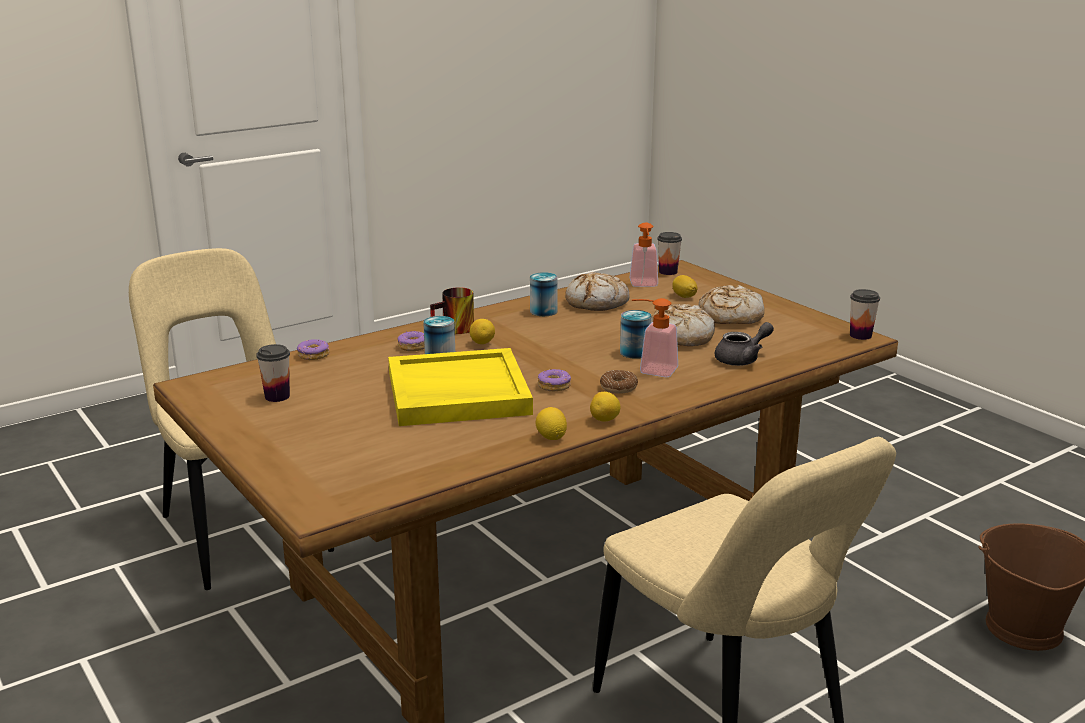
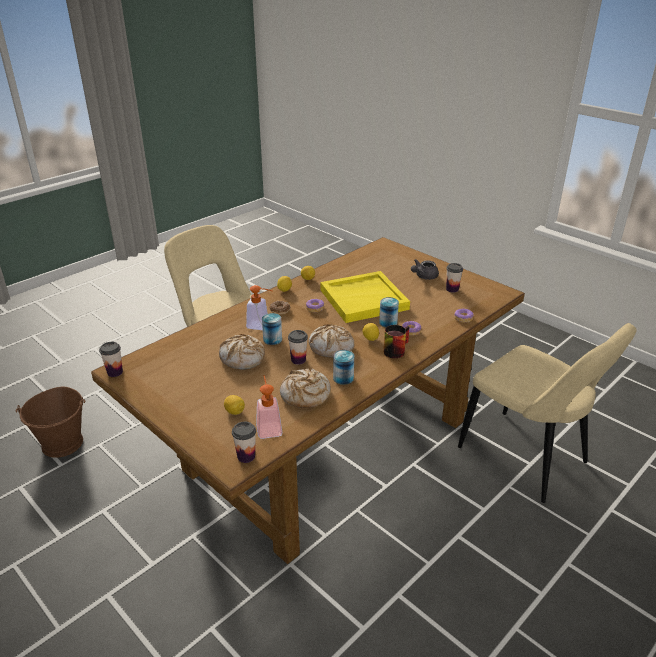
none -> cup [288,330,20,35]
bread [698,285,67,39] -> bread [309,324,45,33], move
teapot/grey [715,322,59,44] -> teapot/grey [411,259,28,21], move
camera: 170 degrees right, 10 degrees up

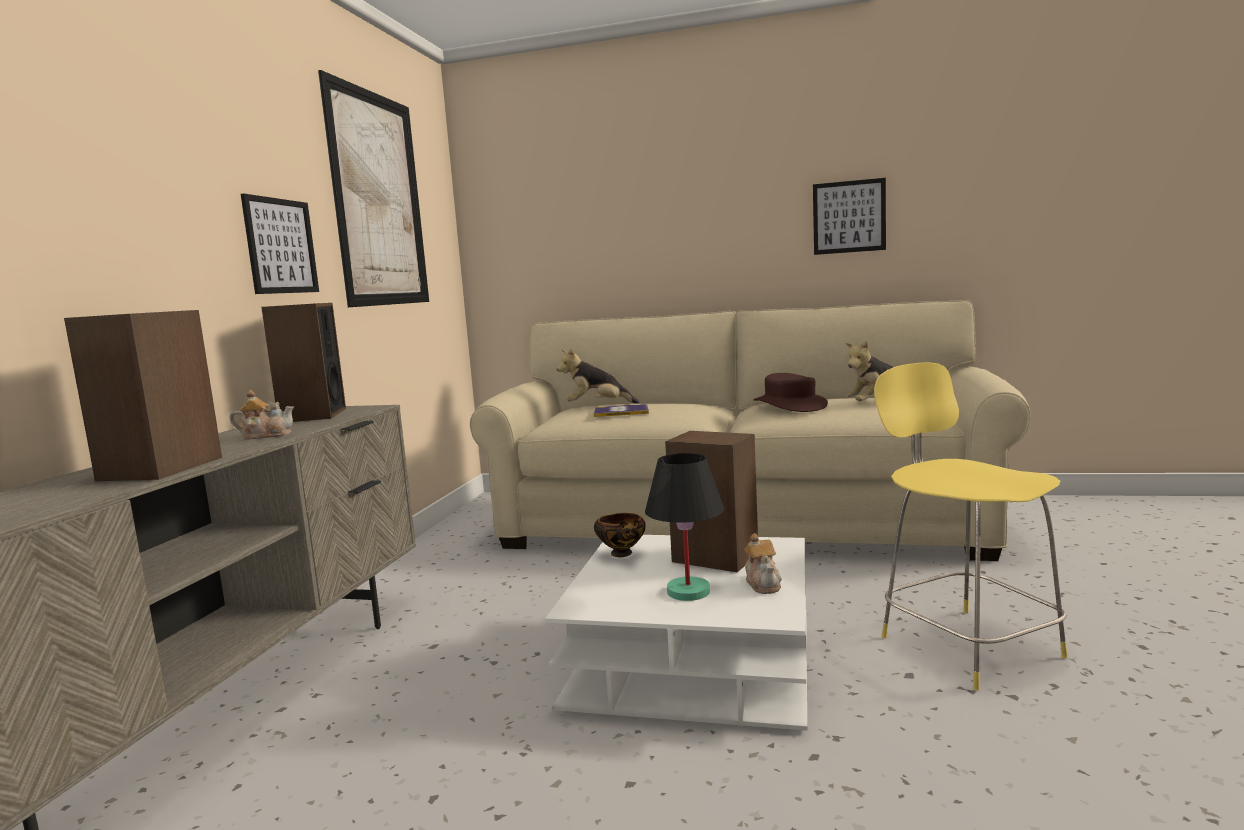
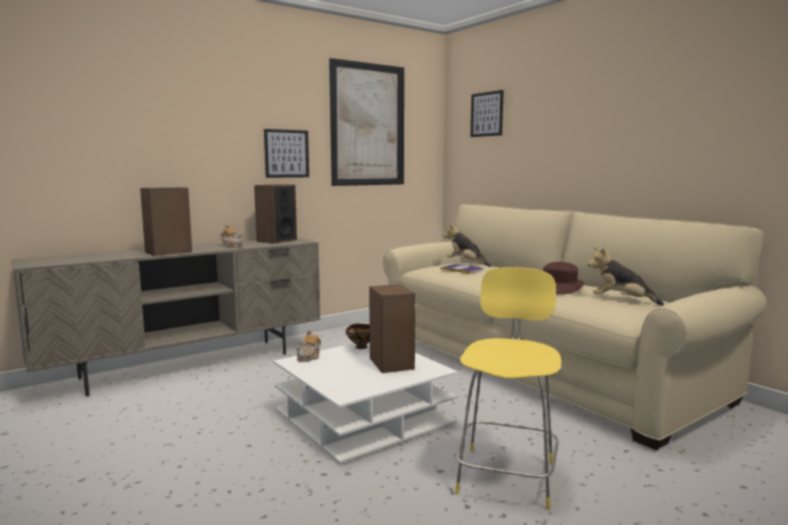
teapot [744,533,38,61] -> teapot [296,330,25,32], move
picture [813,178,73,77] -> picture [470,90,34,47], move
table lamp/black [645,453,79,148] -> none
camera: 40 degrees right, 0 degrees up

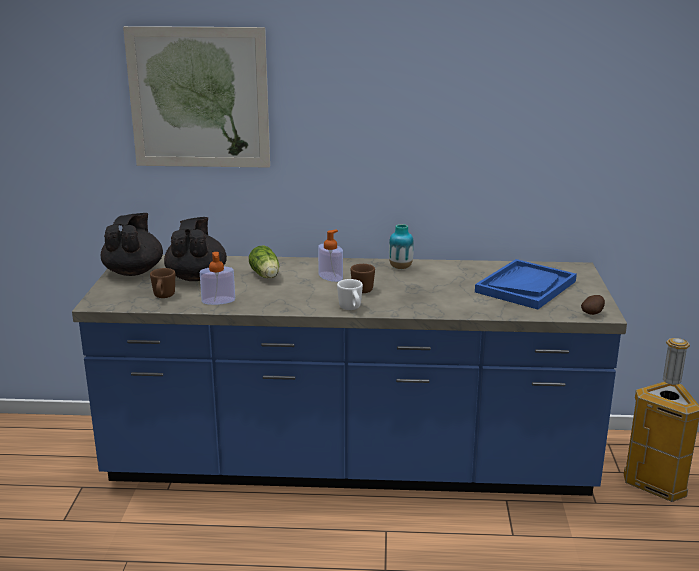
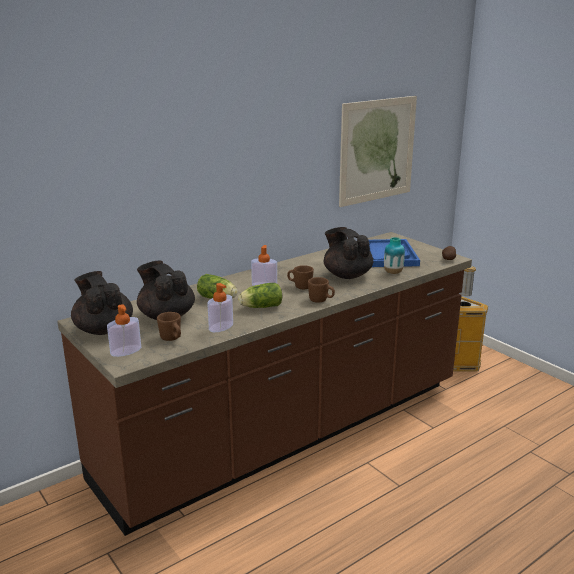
counter/blue [72,255,555,241] -> counter/brown [57,232,415,304]
none -> soap dispenser [107,304,34,53]
none -> lettuce [238,283,44,25]
mug/white [337,279,26,31] -> mug/brown [308,277,27,26]
none -> teapot/black [324,227,49,52]
picture [123,26,147,142] -> picture [339,96,78,111], move
vase [389,224,25,45] -> vase [384,237,21,37], move
camera: 40 degrees left, 0 degrees up

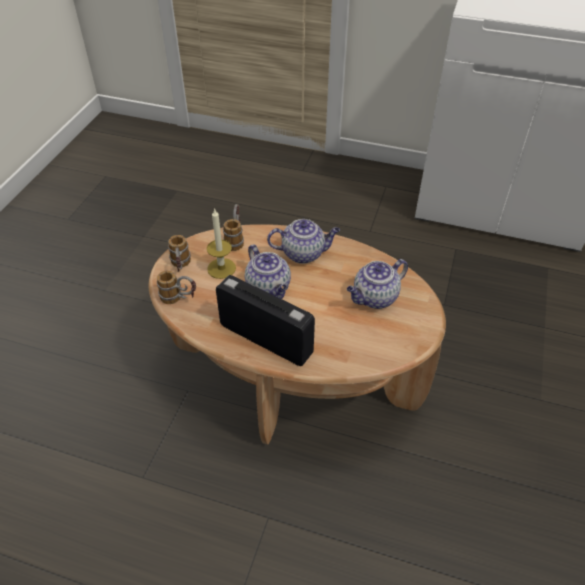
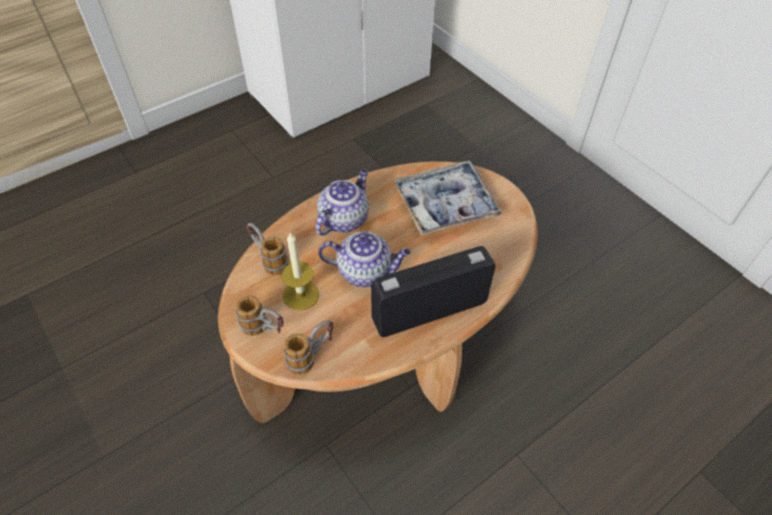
teapot [347,259,61,50] -> tray [394,161,109,74]
camera: 55 degrees left, 5 degrees up

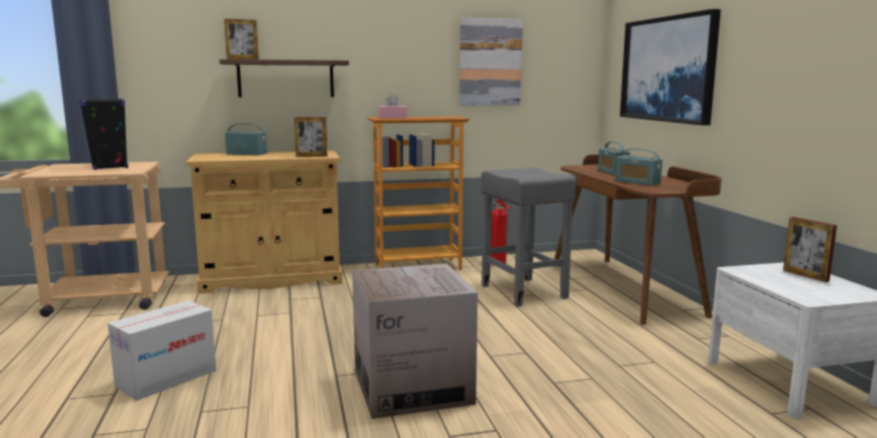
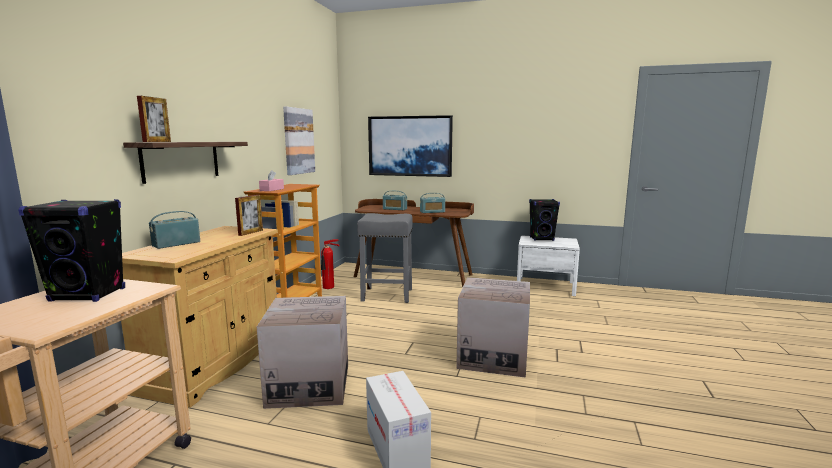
none -> cardboard box [257,296,91,113]
picture frame [783,217,54,65] -> speaker/black [529,199,31,42]
camera: 60 degrees left, 0 degrees up

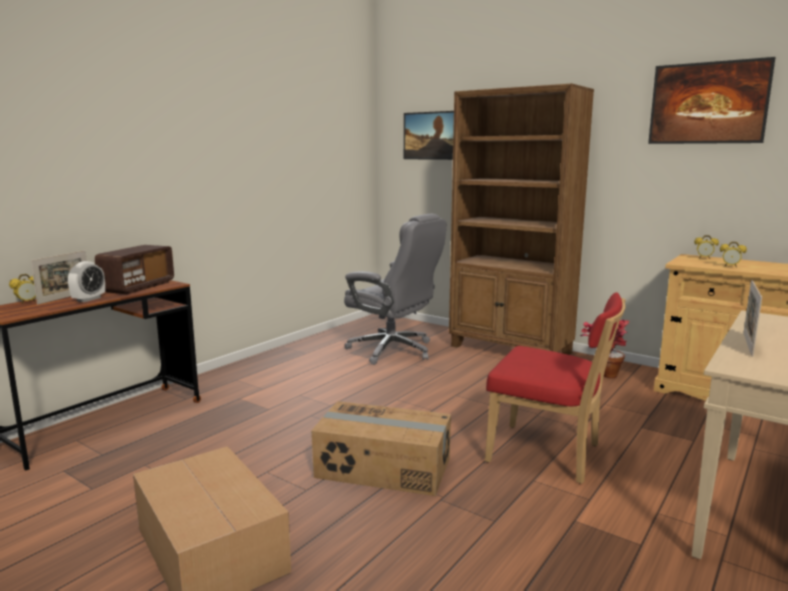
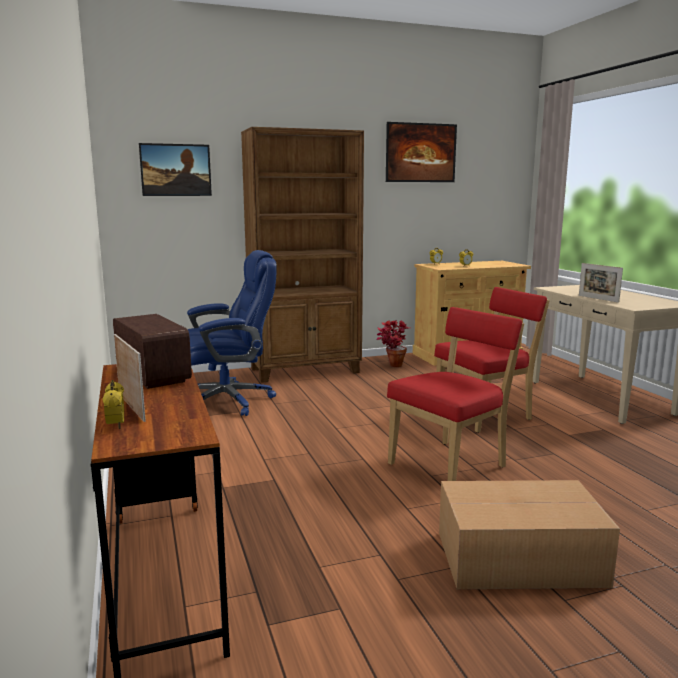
office chair/grey [344,214,102,151] -> office chair/blue [187,250,90,166]
cardboard box [311,401,140,95] -> chair/red [387,307,137,174]
alarm clock [68,261,37,41] -> none
camera: 55 degrees left, 0 degrees up

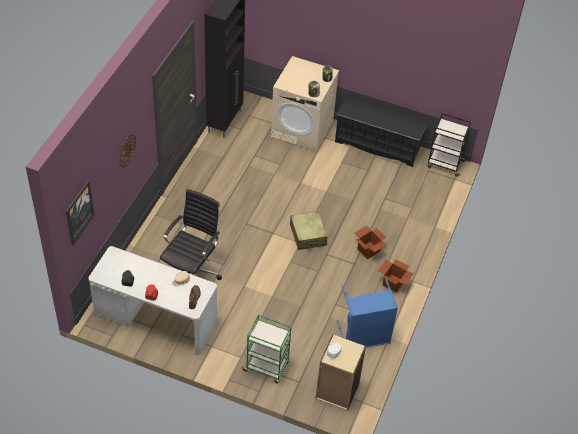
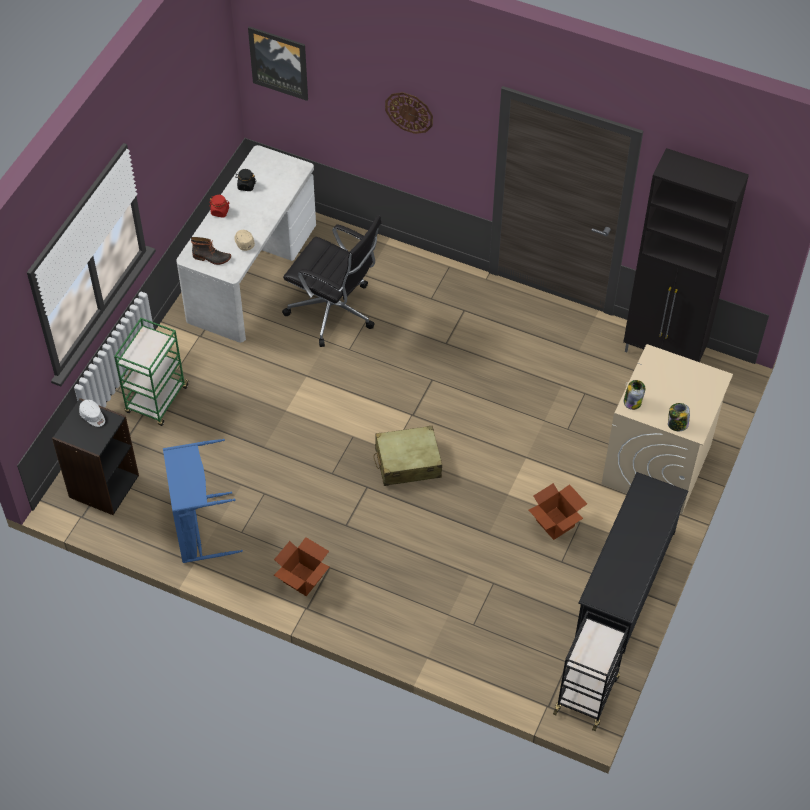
bookcase/beige [315,334,51,77] -> bookcase/black [52,398,87,117]
cardboard box [355,225,32,34] -> cardboard box [529,483,58,57], move
camera: 95 degrees right, 5 degrees up

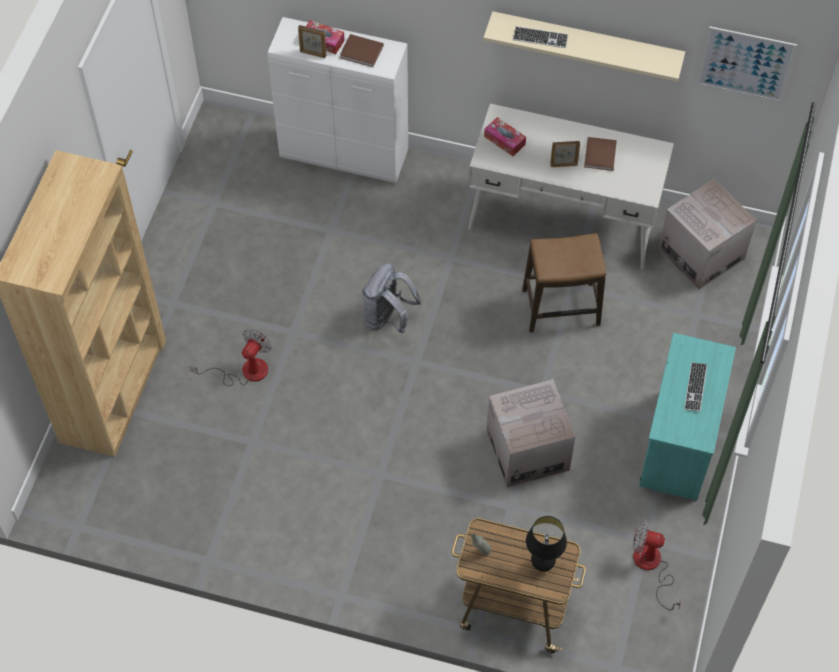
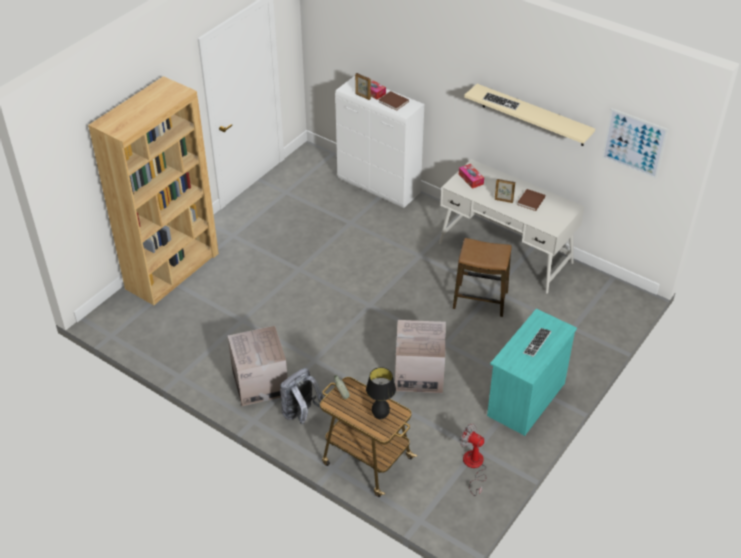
cardboard box [658,179,99,111] -> cardboard box [228,326,60,80], move
backpack/grey [362,263,59,71] -> backpack/grey [280,368,44,57], move
fan [190,329,82,57] -> none
camera: 20 degrees right, 15 degrees down

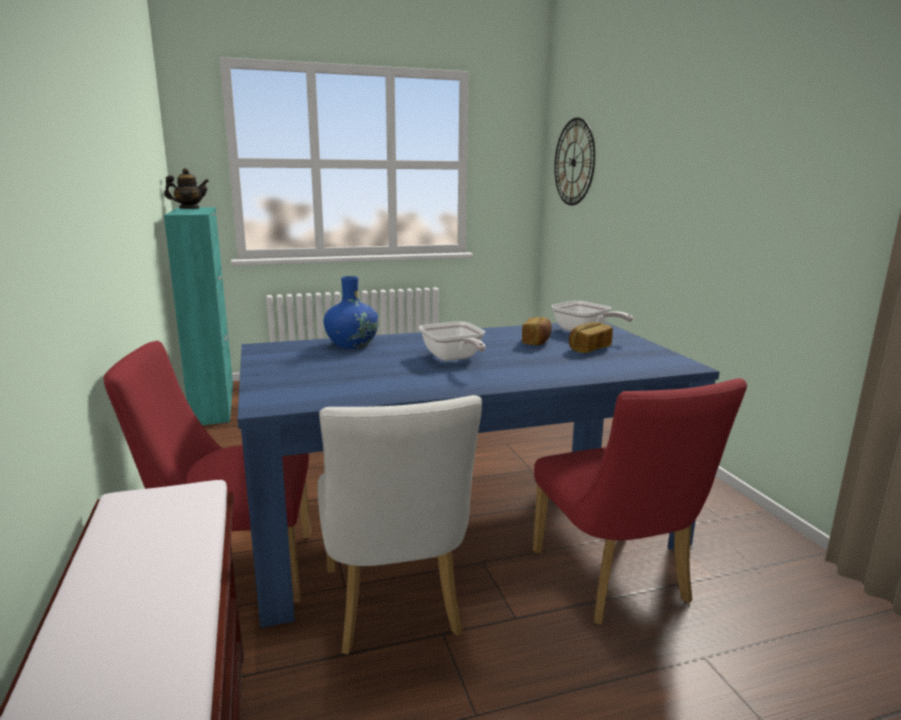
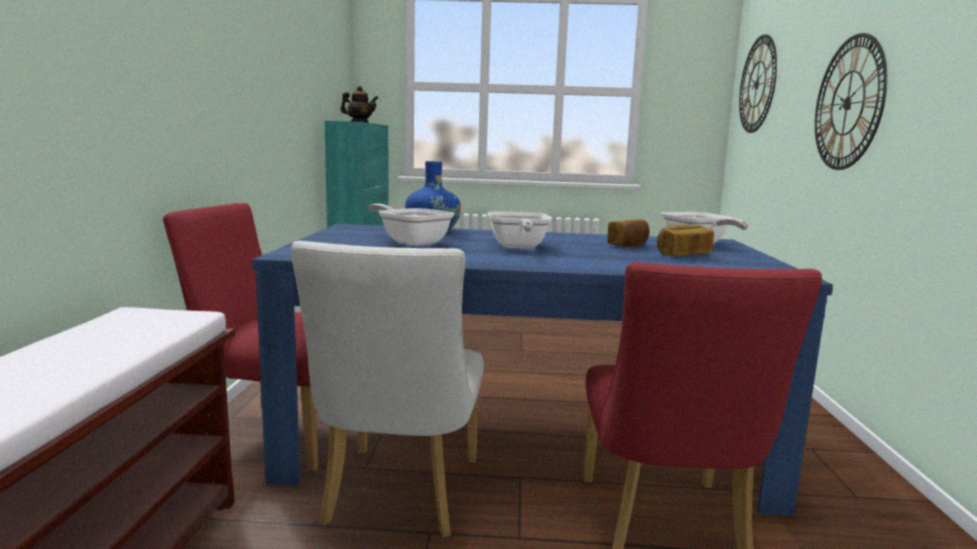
none -> frying pan [368,204,86,42]
none -> wall clock [815,33,72,137]
camera: 20 degrees right, 5 degrees down

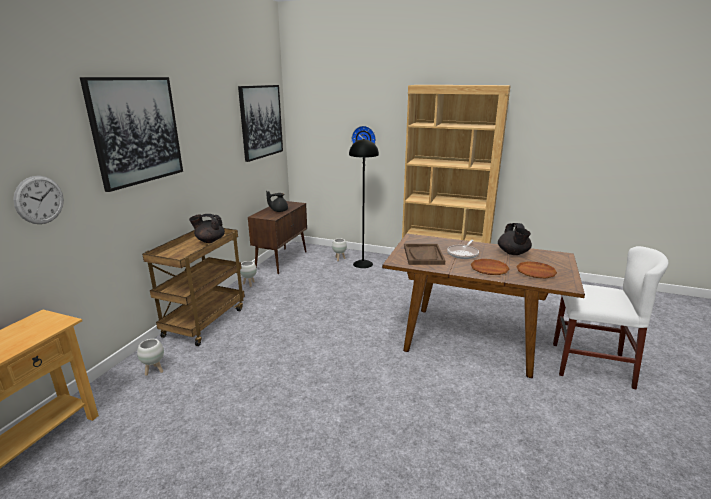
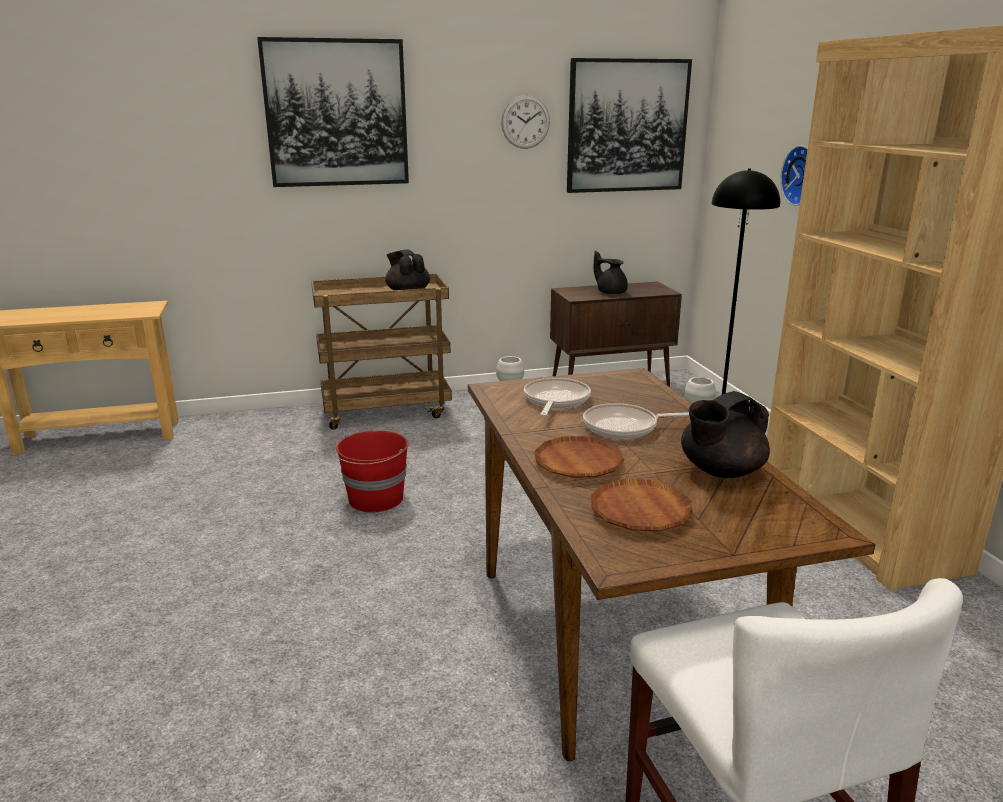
none -> bucket/red [333,431,75,81]
wall clock [13,176,51,48] -> wall clock [501,95,49,54], move
tray/brown [404,244,41,21] -> frying pan [524,378,67,38]
planter/white [137,339,27,37] -> none
camera: 55 degrees right, 0 degrees up

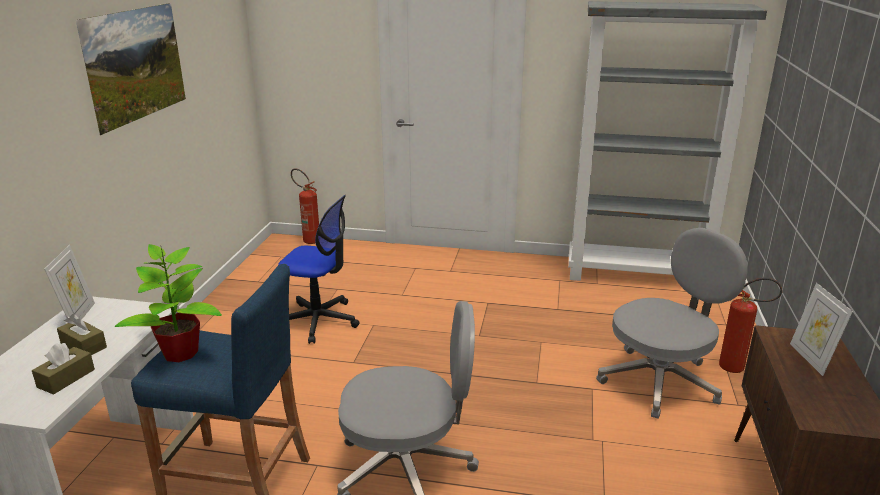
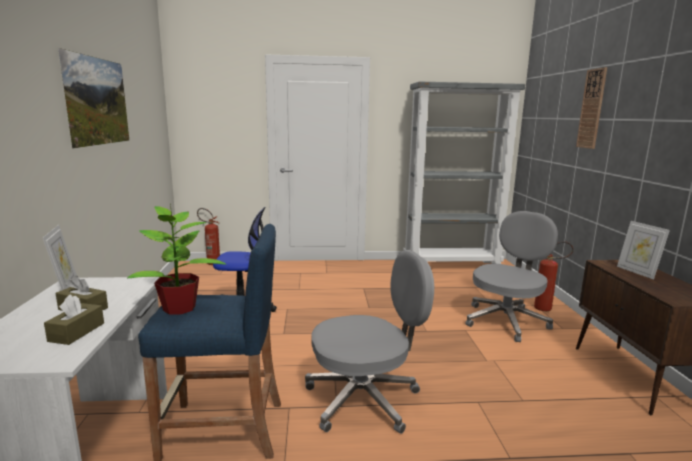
none -> wall clock [576,67,31,82]
camera: 15 degrees left, 10 degrees down

